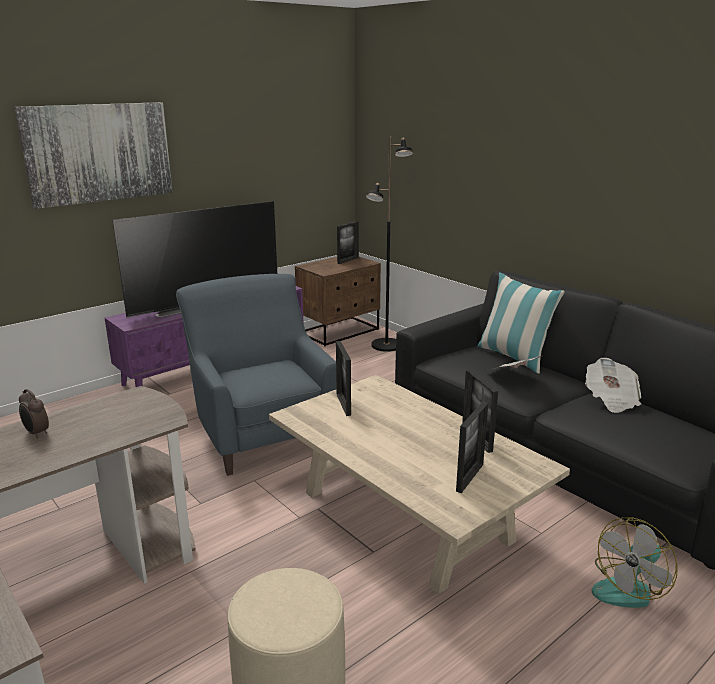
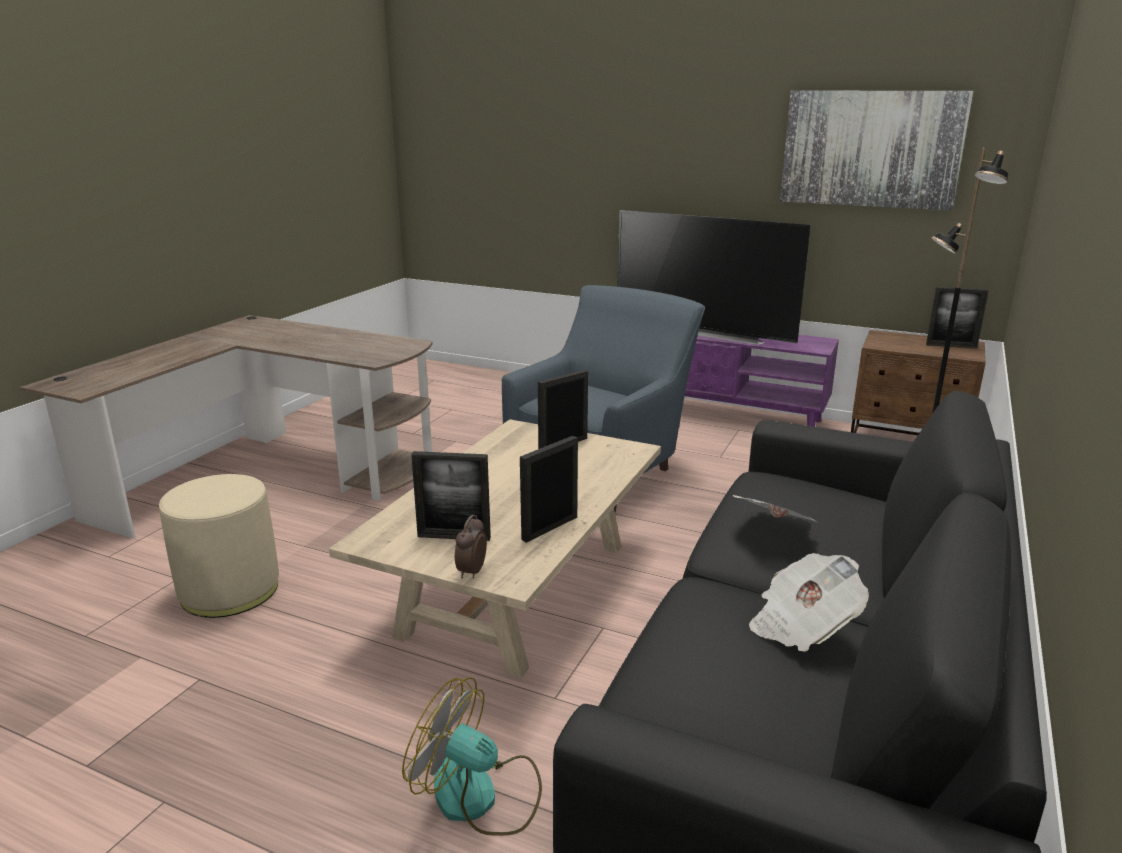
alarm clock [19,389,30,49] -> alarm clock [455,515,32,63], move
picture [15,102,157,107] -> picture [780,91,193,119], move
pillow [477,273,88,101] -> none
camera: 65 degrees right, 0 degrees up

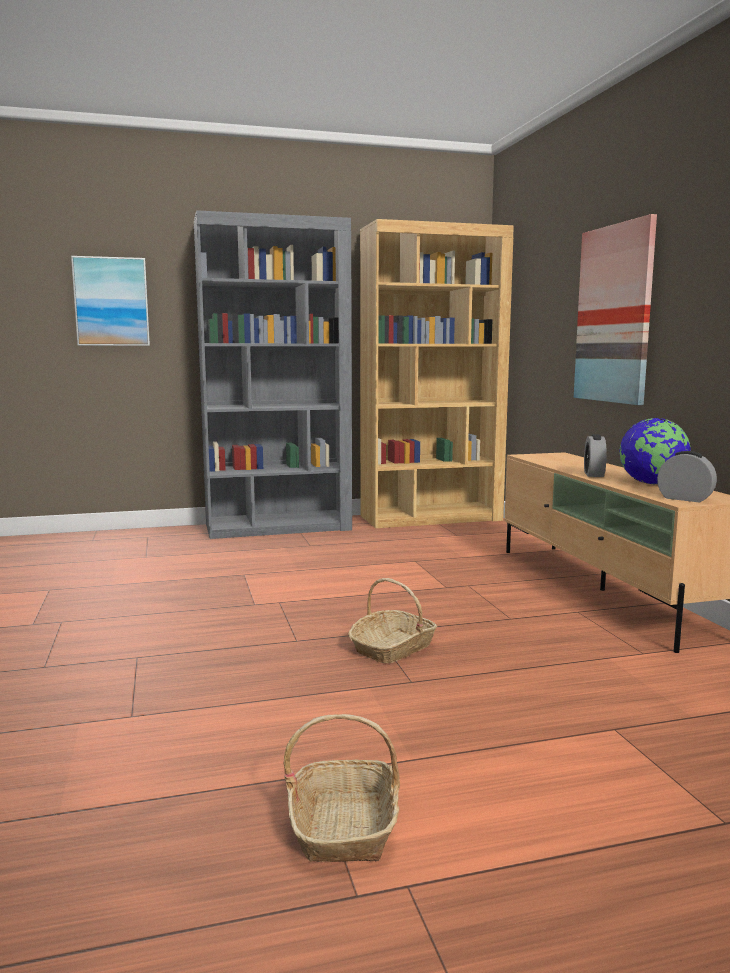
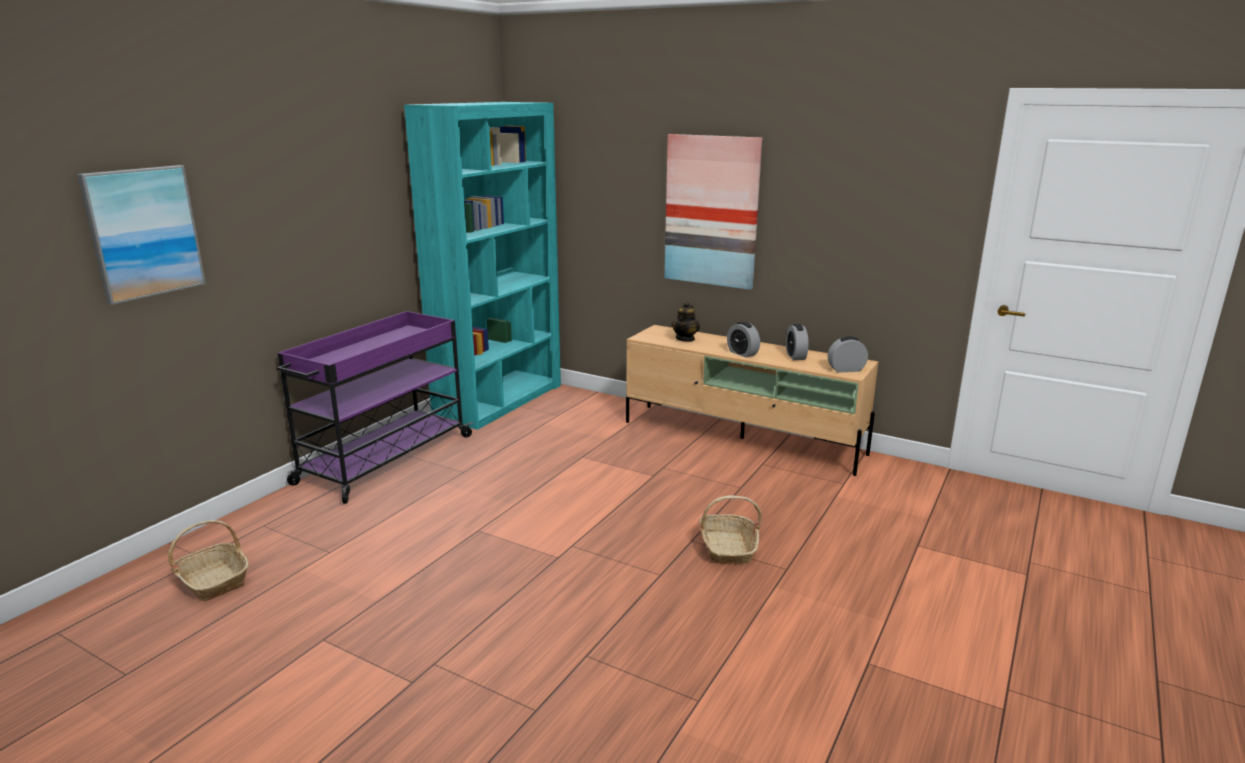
basket [283,714,117,148] -> basket [168,520,81,81], move
bookcase/grey [194,210,158,329] -> cart/purple [276,311,197,193]
bookcase/brown [360,219,154,309] -> bookcase/turquoise [404,102,157,328]
none -> teapot [671,301,29,41]
globe [619,418,72,67] -> alarm clock [786,324,23,36]
camera: 45 degrees left, 10 degrees up

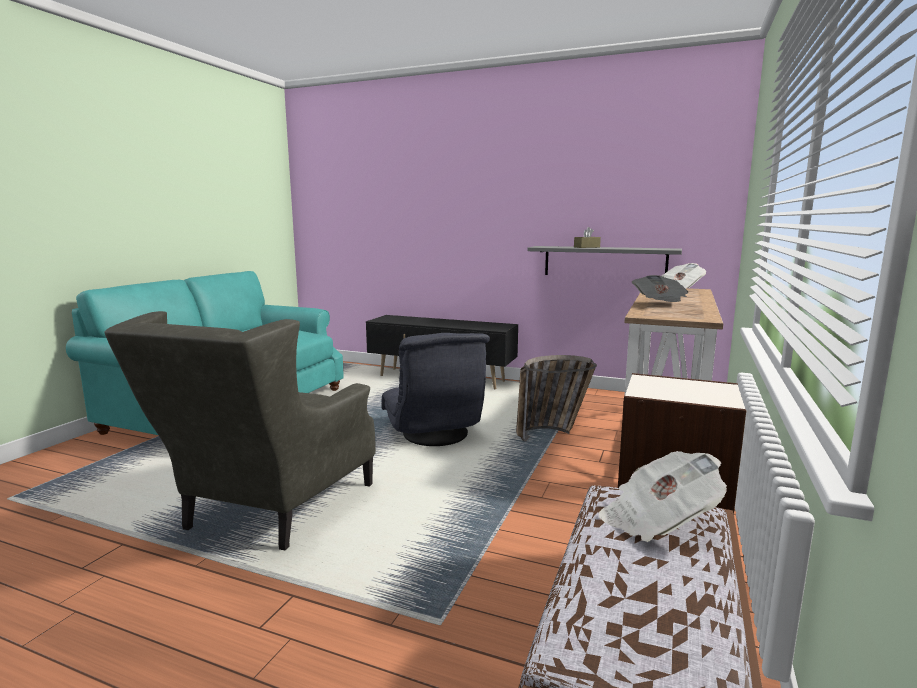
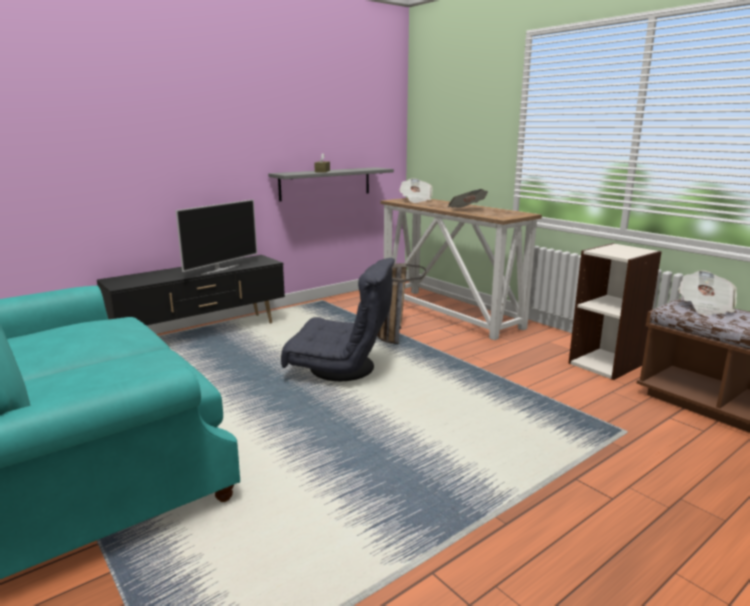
none -> television [176,199,81,76]
armchair/grey [105,311,271,239] -> none
camera: 60 degrees left, 5 degrees up

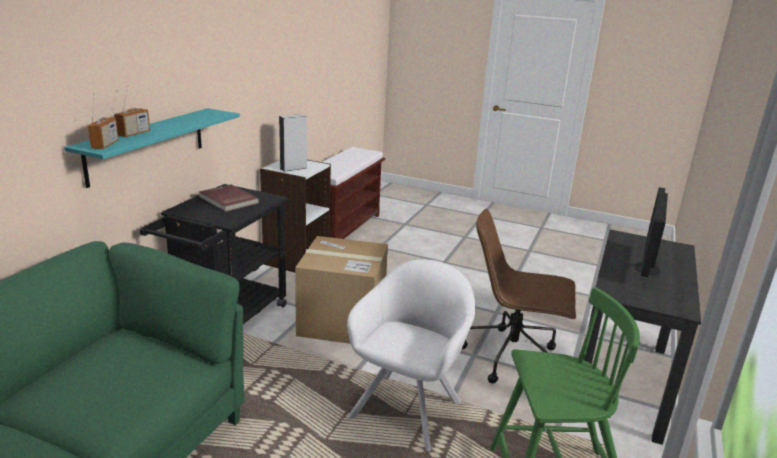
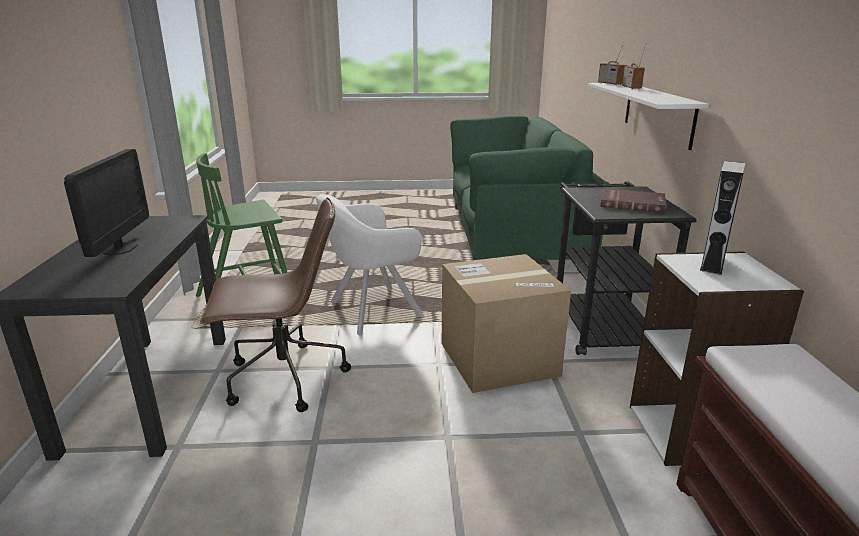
armchair/white [347,260,128,191] -> armchair/white [316,194,108,141], 60 degrees clockwise
shelf/turquoise [64,108,176,80] -> shelf/white [588,83,121,67]
camera: 155 degrees right, 0 degrees up

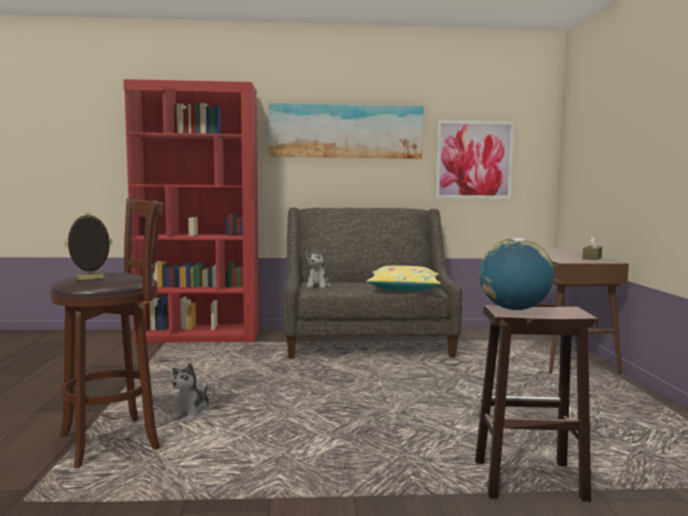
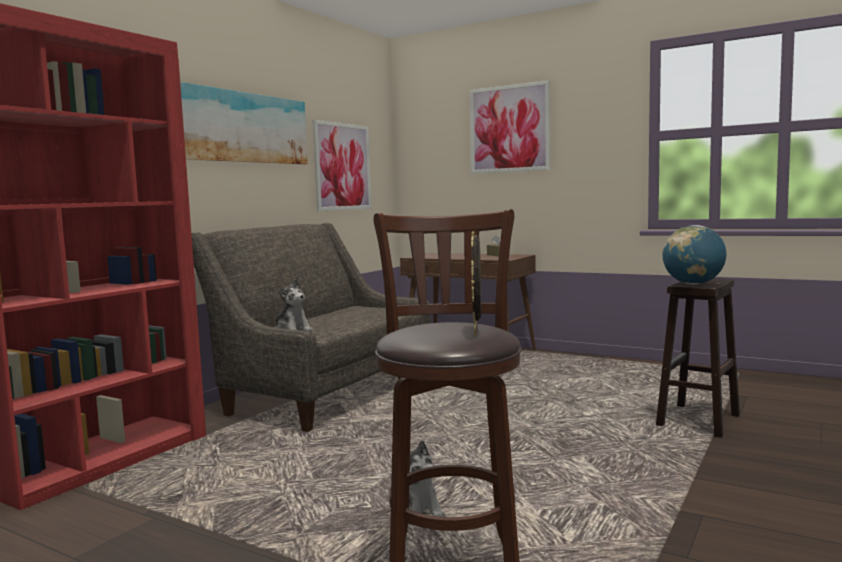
none -> picture [469,80,81,94]
pillow/yellow [366,266,75,25] -> none
camera: 55 degrees left, 0 degrees up

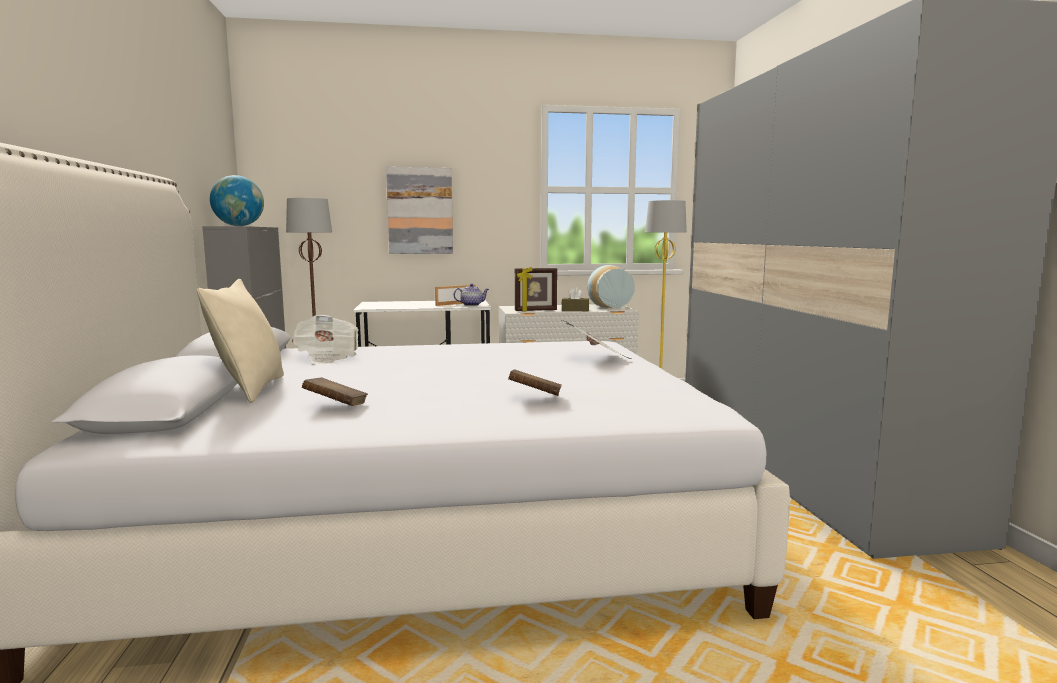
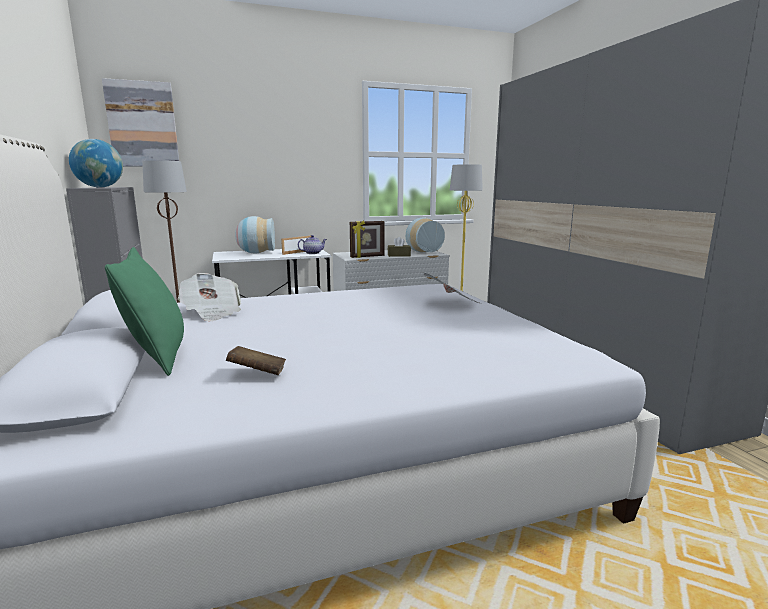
picture [386,167,67,87] -> picture [102,78,77,89], move
pillow/beige [197,279,87,124] -> pillow/green [105,247,79,129]
none -> vase [235,216,40,37]
book/brown [508,369,54,27] -> none
camera: 10 degrees left, 5 degrees up

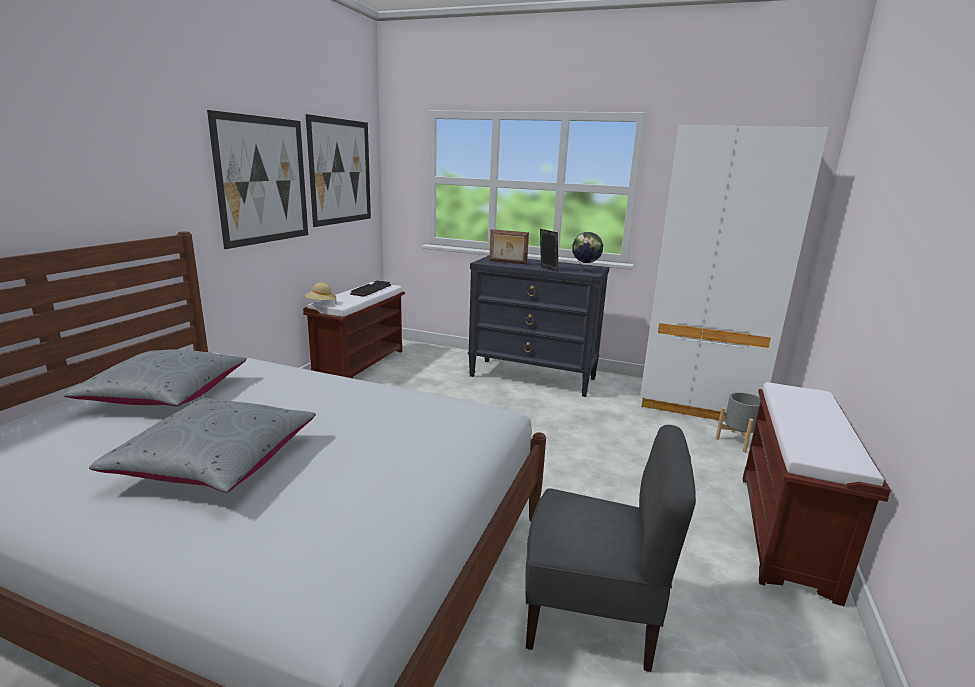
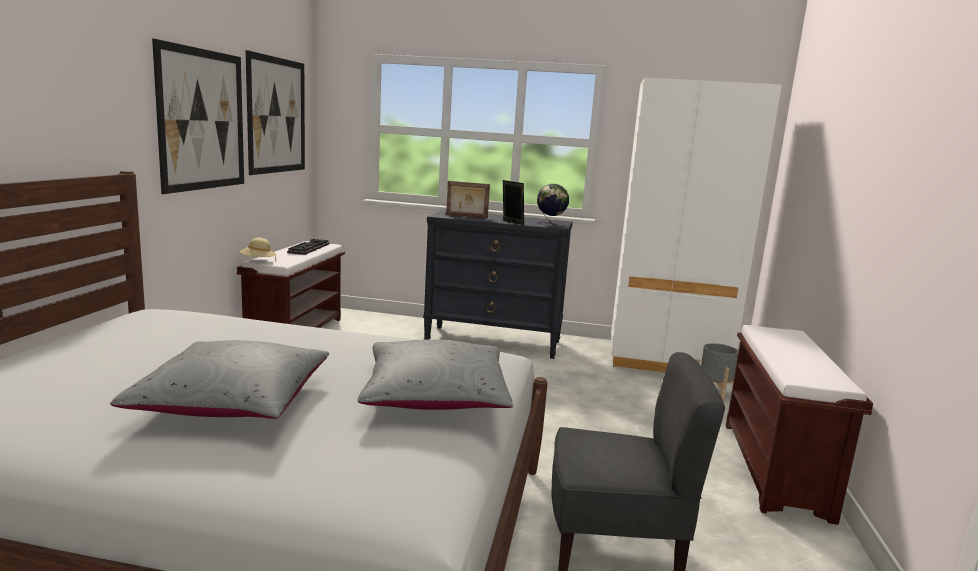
pillow/grey [64,350,183,56] -> pillow/grey [357,339,156,71], move
camera: 10 degrees left, 5 degrees down

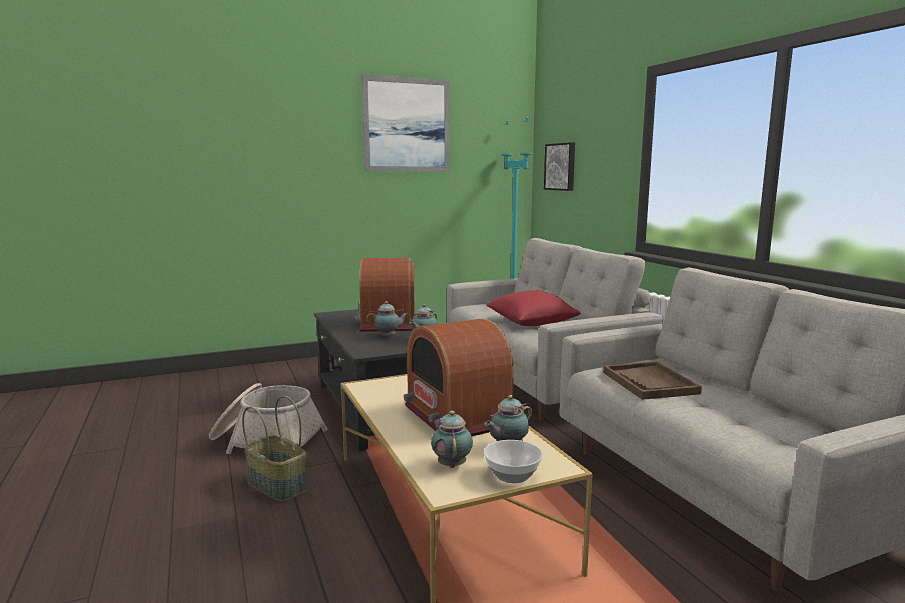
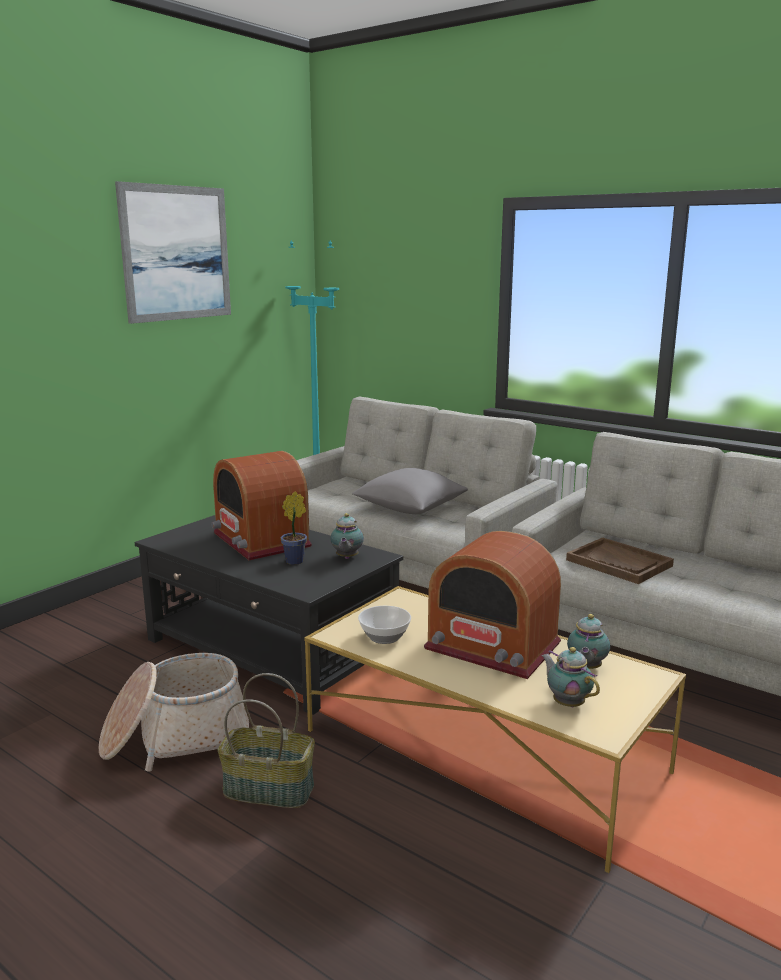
teapot [366,301,43,36] -> potted plant [281,491,26,74]
pillow/red [486,290,95,36] -> pillow/grey [352,468,116,46]
bowl [484,440,59,43] -> bowl [358,606,53,38], move
picture [544,142,31,49] -> none
camera: 30 degrees left, 5 degrees up

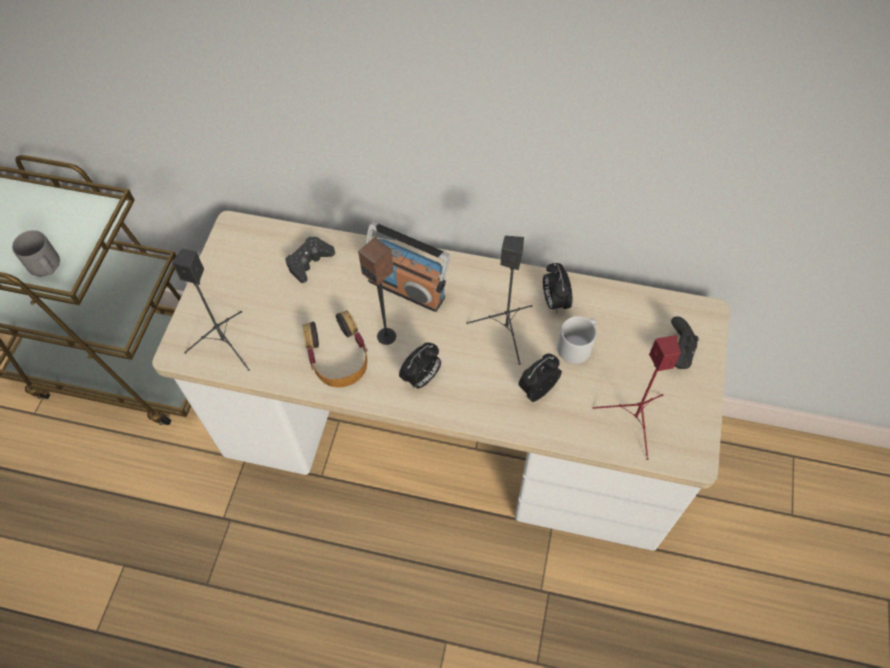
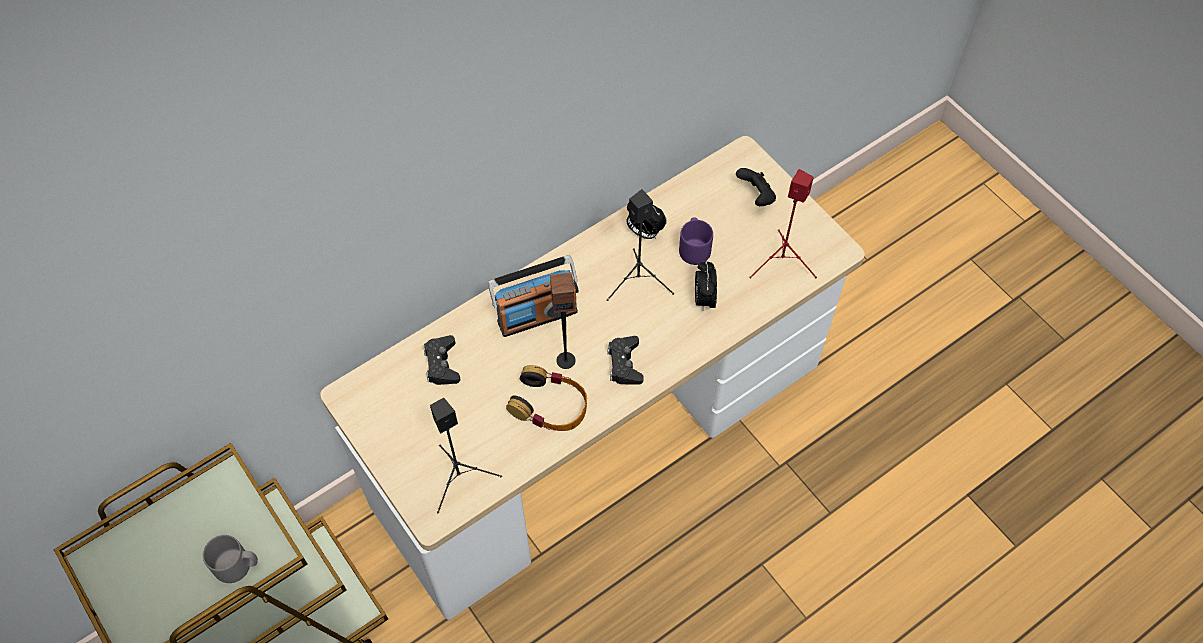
alarm clock [399,342,42,47] -> game controller/black [607,336,37,49]
mug/grey [557,316,40,48] -> mug/purple [679,217,34,48]
camera: 50 degrees left, 0 degrees up

